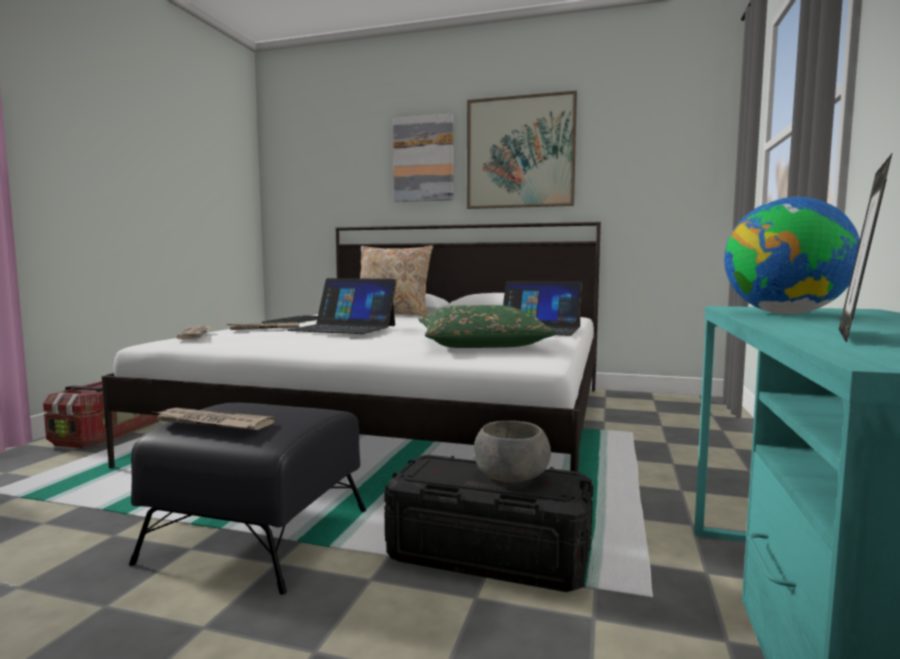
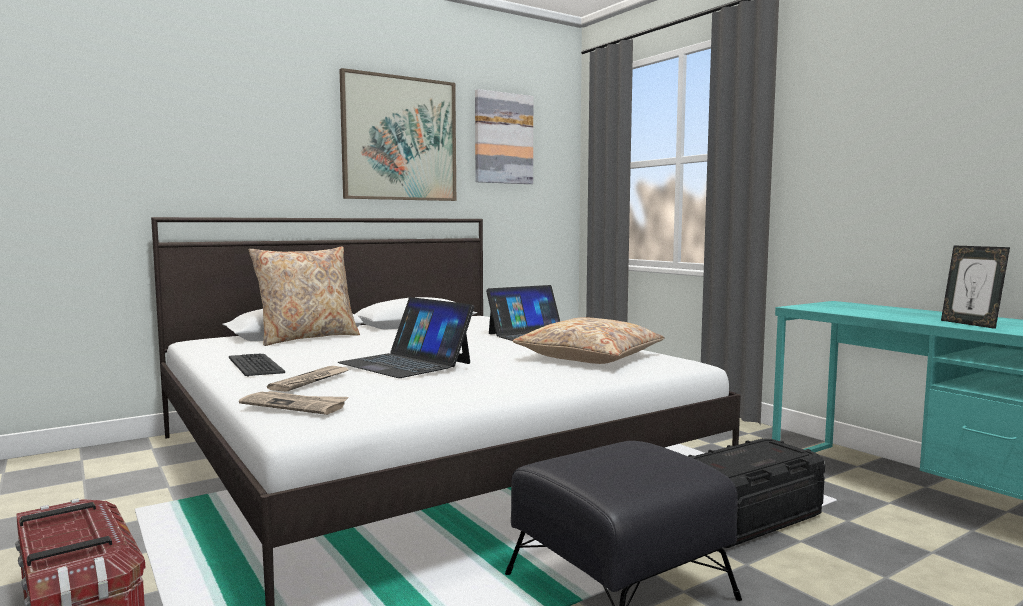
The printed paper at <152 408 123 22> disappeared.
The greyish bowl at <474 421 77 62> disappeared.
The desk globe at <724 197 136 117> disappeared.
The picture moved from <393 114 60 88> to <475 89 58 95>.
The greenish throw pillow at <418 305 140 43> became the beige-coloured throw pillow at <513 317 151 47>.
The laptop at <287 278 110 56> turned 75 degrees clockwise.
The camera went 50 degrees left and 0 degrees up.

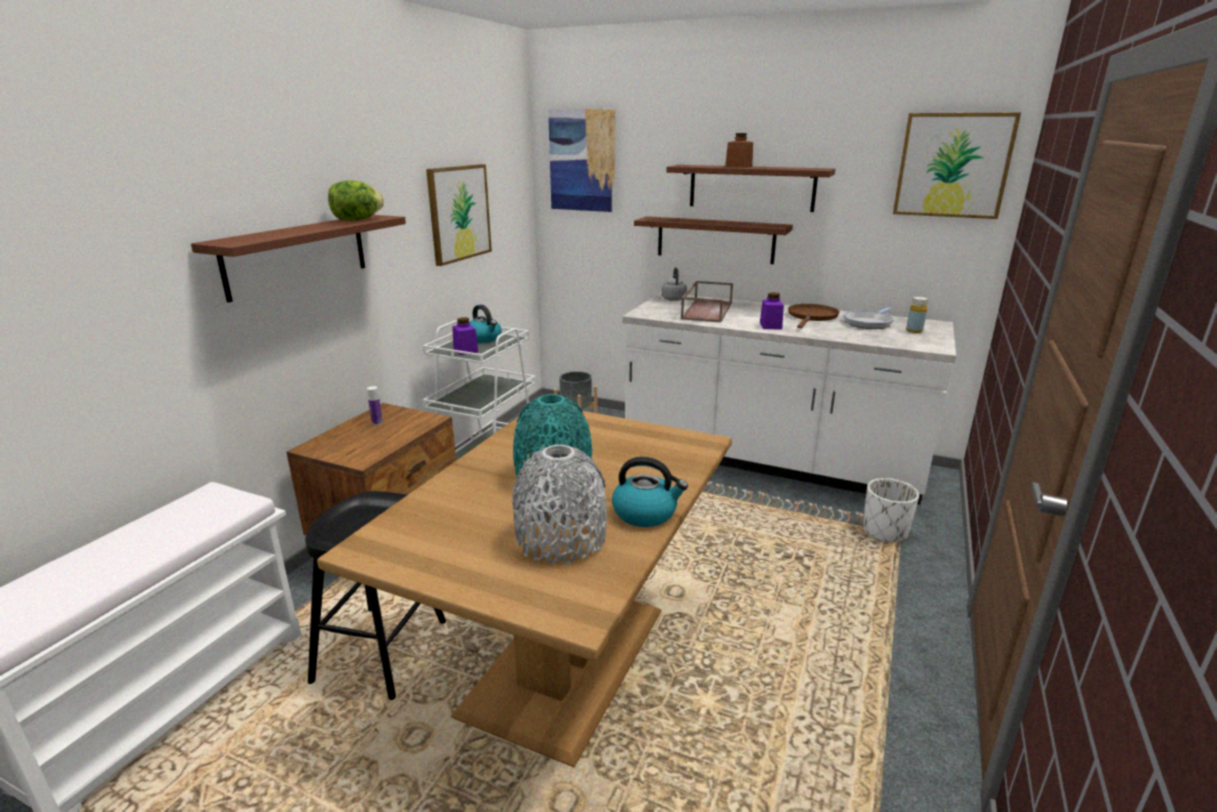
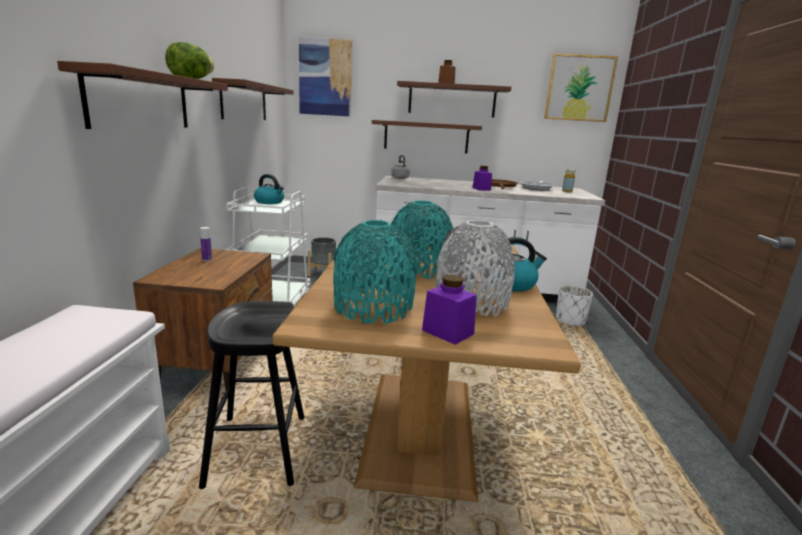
The brown-coloured serving tray at <681 281 52 42> disappeared.
The turquoise-coloured decorative vase at <333 220 84 104> appeared.
The purple-coloured storage jar moved from <452 317 26 38> to <422 274 55 71>.
The picture at <426 164 66 102> was replaced by the brown-coloured shelf at <212 78 82 42>.
The camera went 20 degrees left and 5 degrees down.

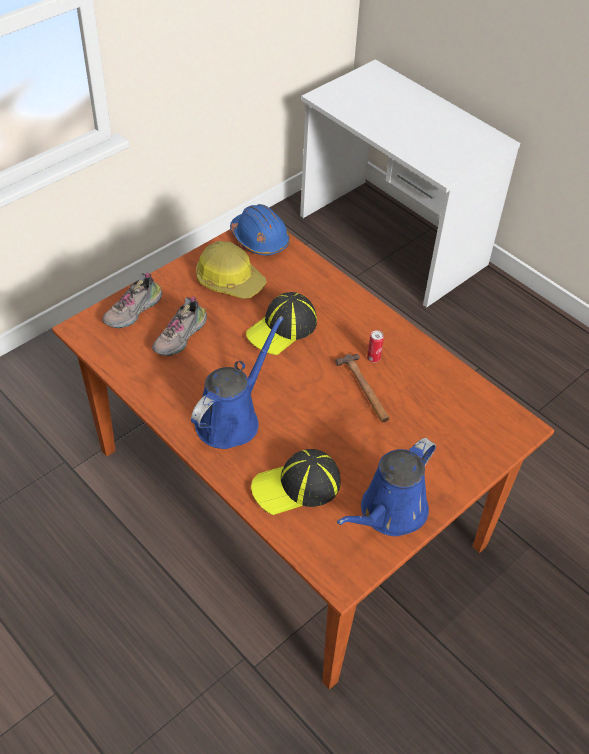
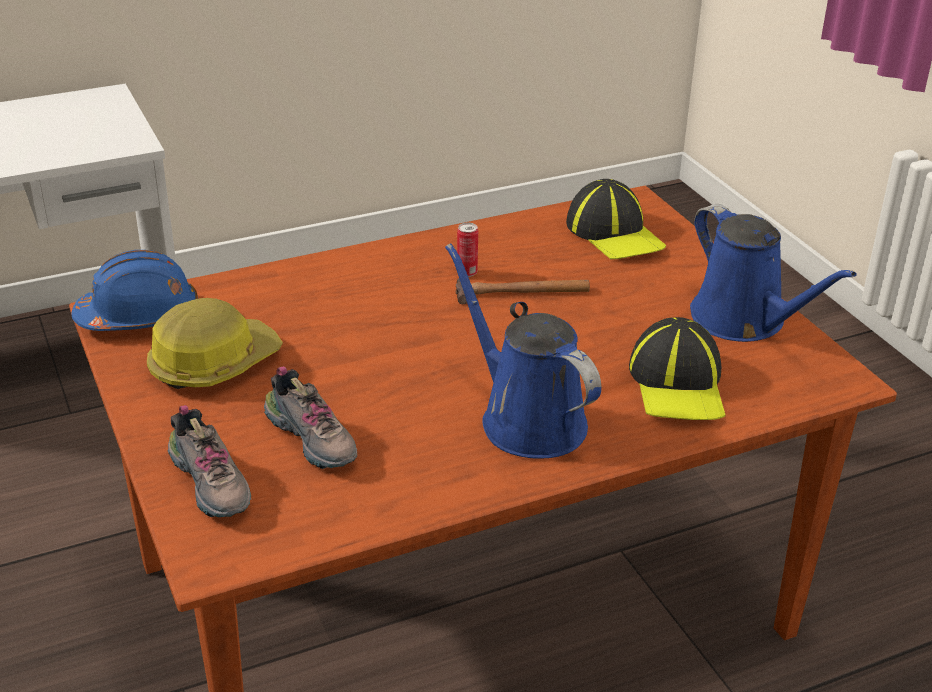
The peaked cap moved from <246 292 71 63> to <566 179 100 80>.
The camera went 70 degrees left and 15 degrees down.

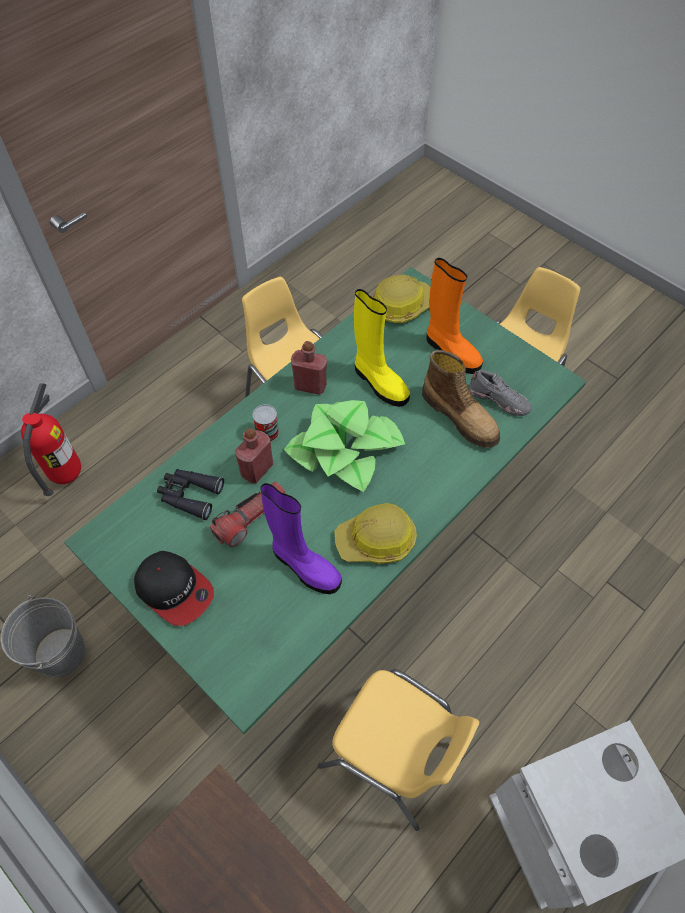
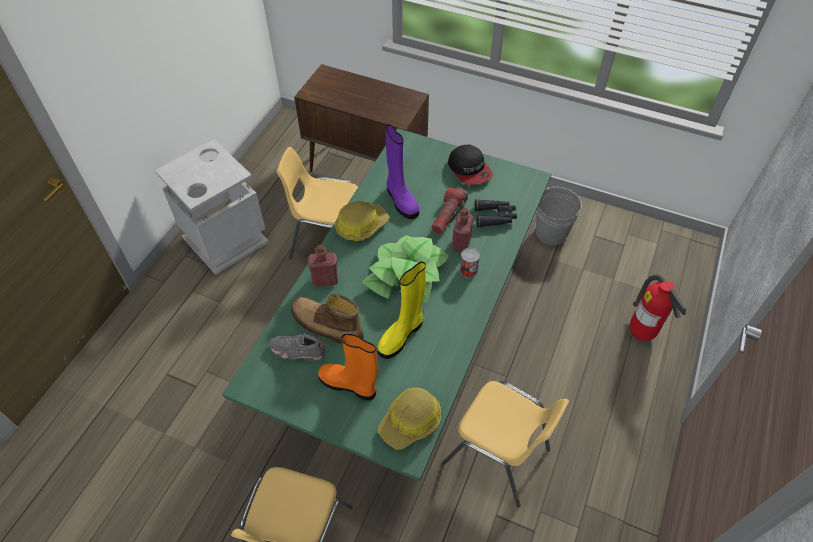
The red-coloured bottle moved from <291 341 36 54> to <307 245 31 42>.
The peaked cap at <134 551 80 75> turned 135 degrees counterclockwise.
The purple-coloured high-top boot at <260 483 82 111> turned 135 degrees counterclockwise.
The yellowish high-top boot at <354 289 56 118> turned 75 degrees counterclockwise.
The camera went 160 degrees right and 5 degrees down.

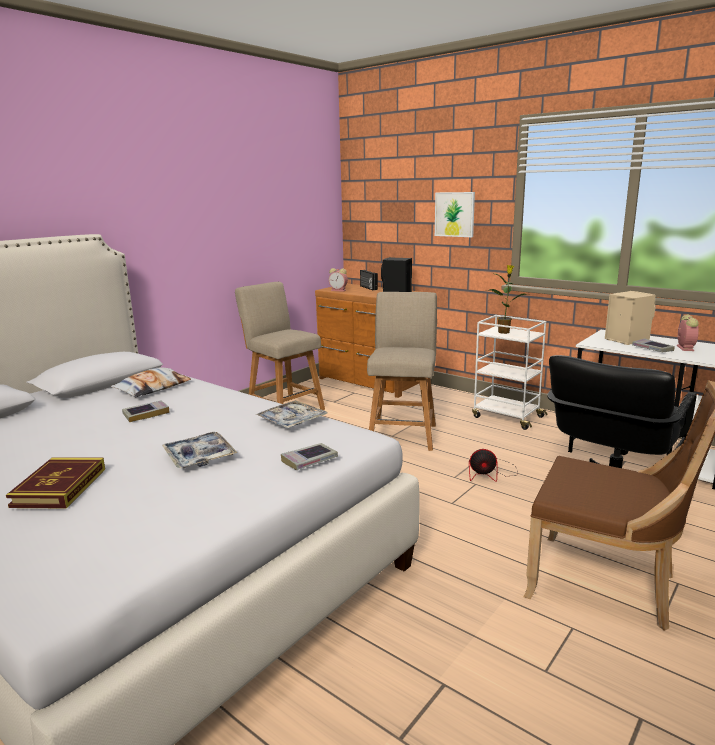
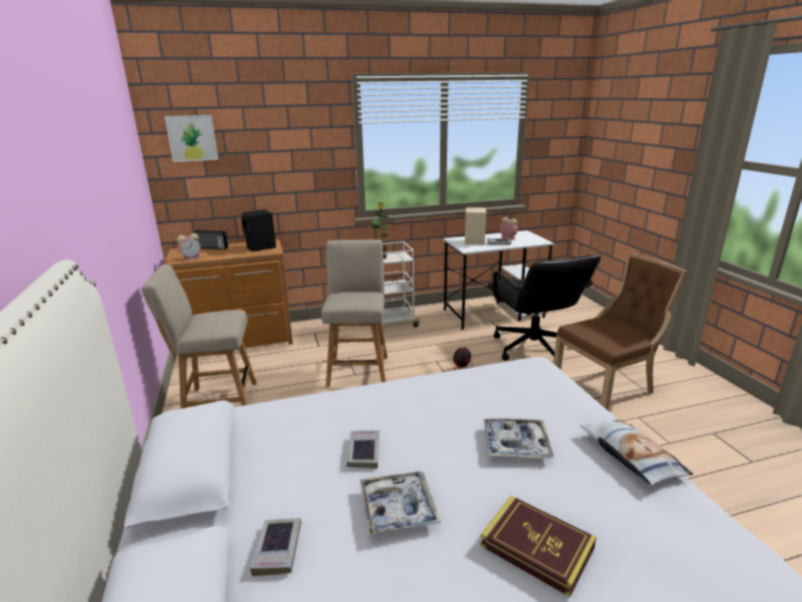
The throw pillow moved from <110 367 81 31> to <580 420 113 66>.
The serving tray moved from <256 400 71 28> to <360 471 81 64>.
The bound book moved from <281 443 57 27> to <250 518 52 58>.
The picture moved from <435 192 40 45> to <164 115 54 47>.
The beige-coloured chair at <367 292 70 159> turned 45 degrees clockwise.
The camera went 55 degrees left and 5 degrees up.

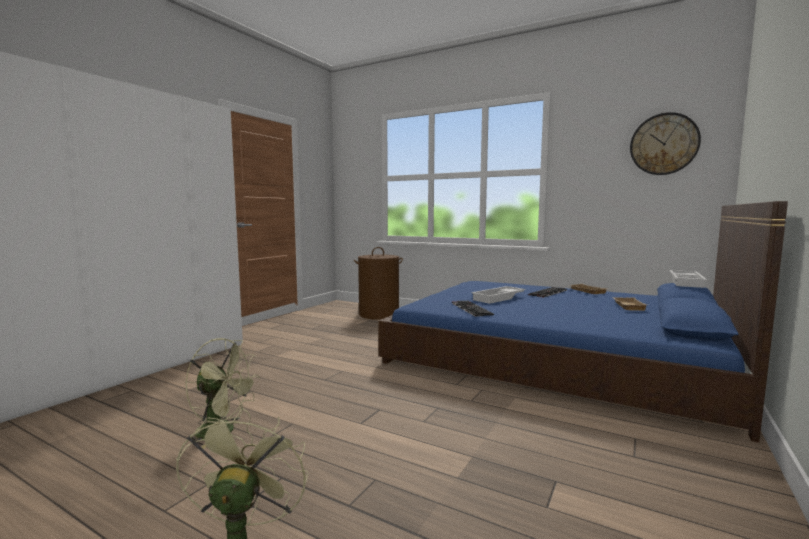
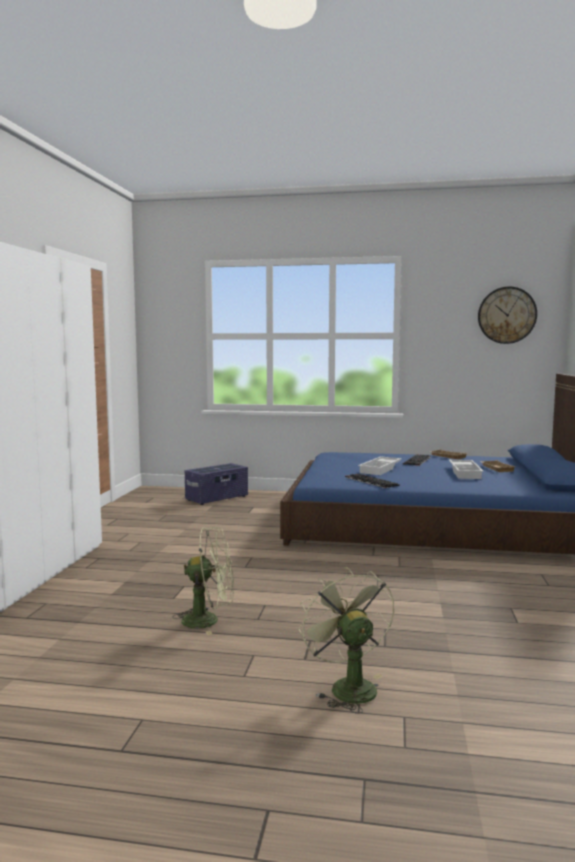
The white-coloured serving tray moved from <670 270 37 18> to <449 460 35 19>.
The brown-coloured laundry basket at <354 247 49 73> was replaced by the purple-coloured storage box at <185 463 63 42>.
The camera went 20 degrees left and 0 degrees up.

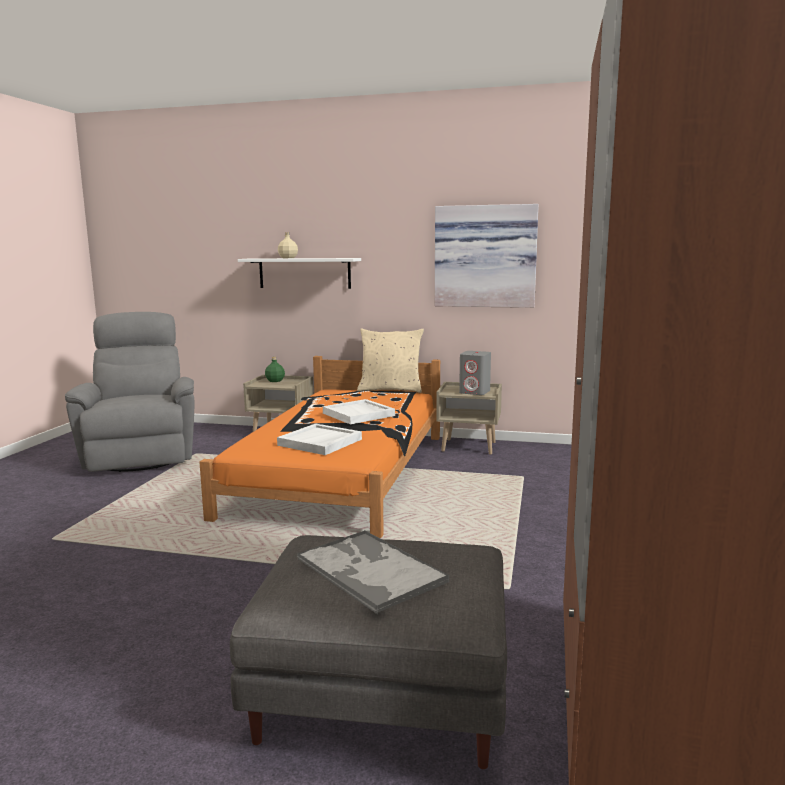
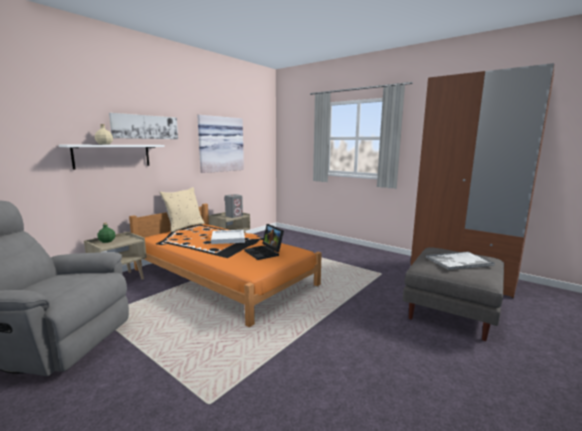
The picture at <109 113 69 26> appeared.
The white-coloured serving tray at <277 423 85 32> was replaced by the laptop at <244 224 40 36>.
The camera went 65 degrees left and 0 degrees up.

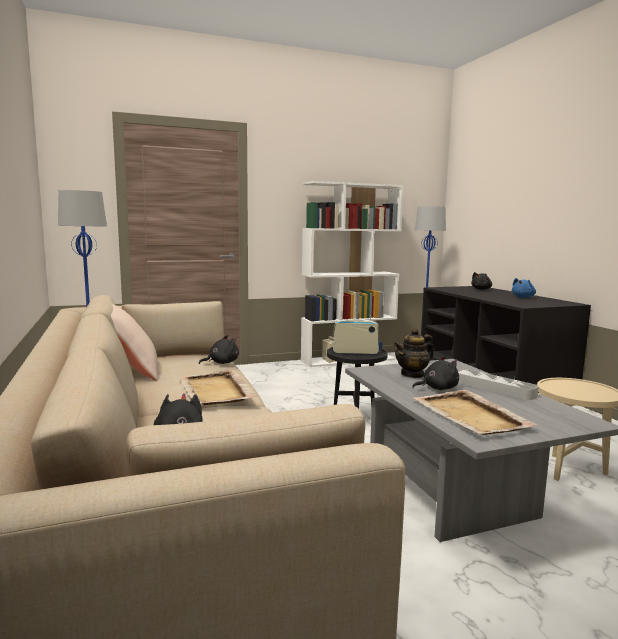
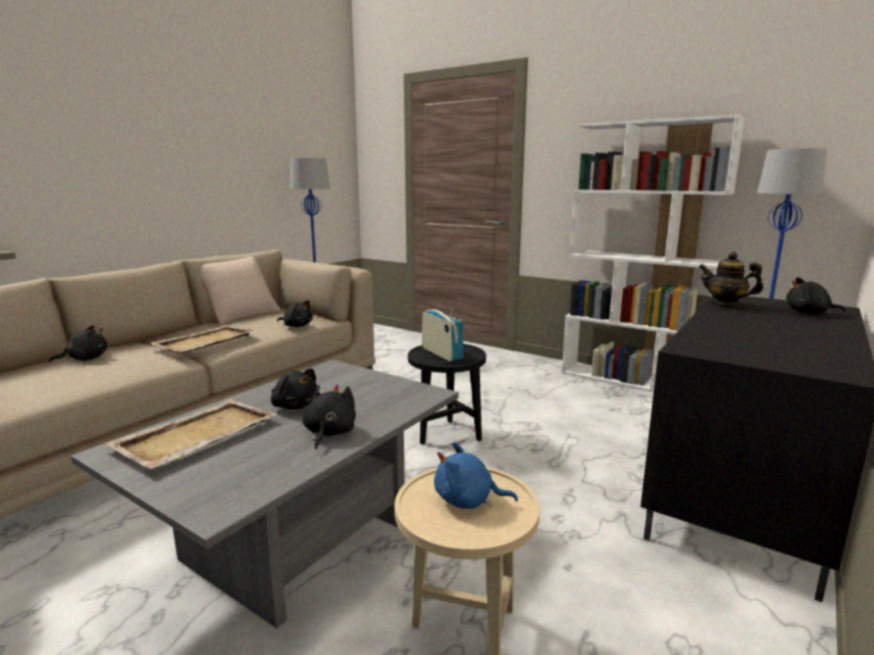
The teapot moved from <394 328 39 50> to <699 252 64 57>.
The blue-coloured cuddly toy moved from <512 278 24 20> to <434 442 84 67>.
The greyish serving tray at <458 370 81 30> was replaced by the blackish cuddly toy at <303 384 53 65>.
The camera went 55 degrees right and 5 degrees up.

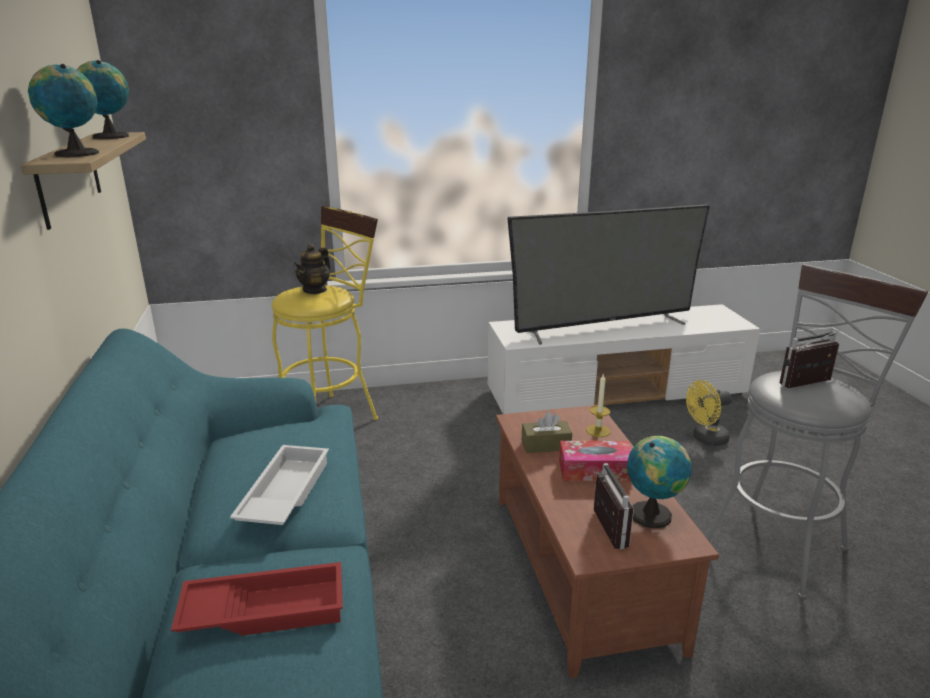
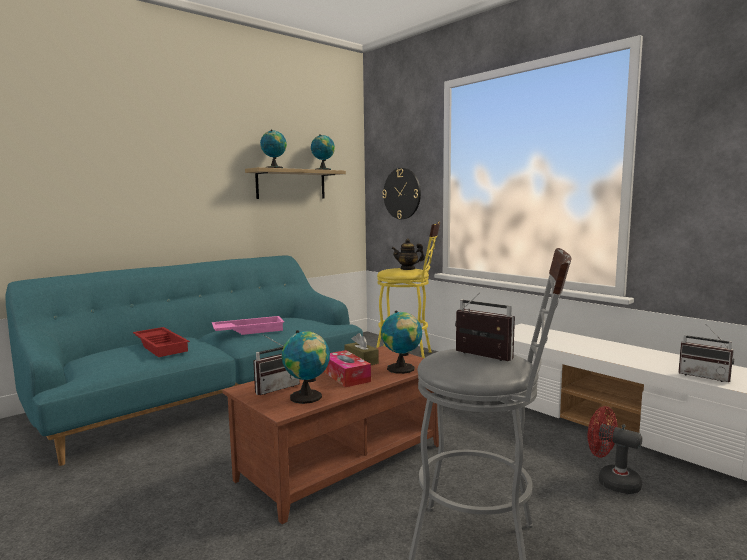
The TV set at <507 204 203 141> disappeared.
The clock on the wall at <382 168 39 51> appeared.
The radio receiver at <678 324 56 58> appeared.
The wax candle at <586 373 24 64> was replaced by the desk globe at <381 310 41 64>.
The white-coloured serving tray at <230 445 99 80> became the pink serving tray at <212 316 72 19>.
The yellowish electric fan at <686 380 46 66> became the red-coloured electric fan at <588 406 54 88>.
The camera went 60 degrees right and 15 degrees down.

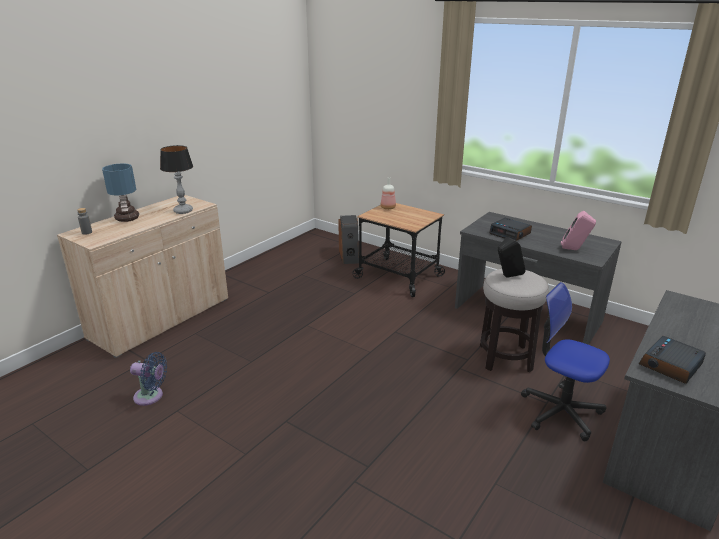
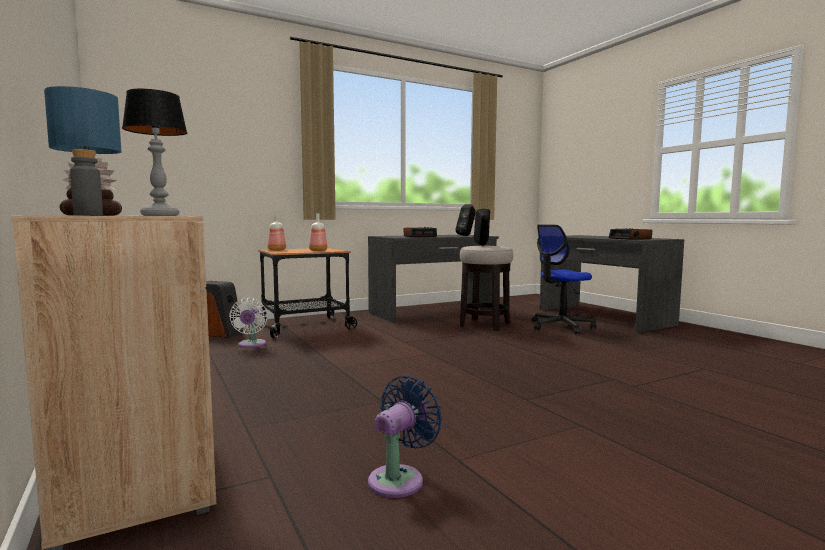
The white-coloured electric fan at <229 298 39 50> appeared.
The bottle at <309 214 18 37> appeared.
The pink loudspeaker at <561 211 35 39> became the blackish loudspeaker at <456 204 20 32>.
The camera went 65 degrees left and 20 degrees down.

